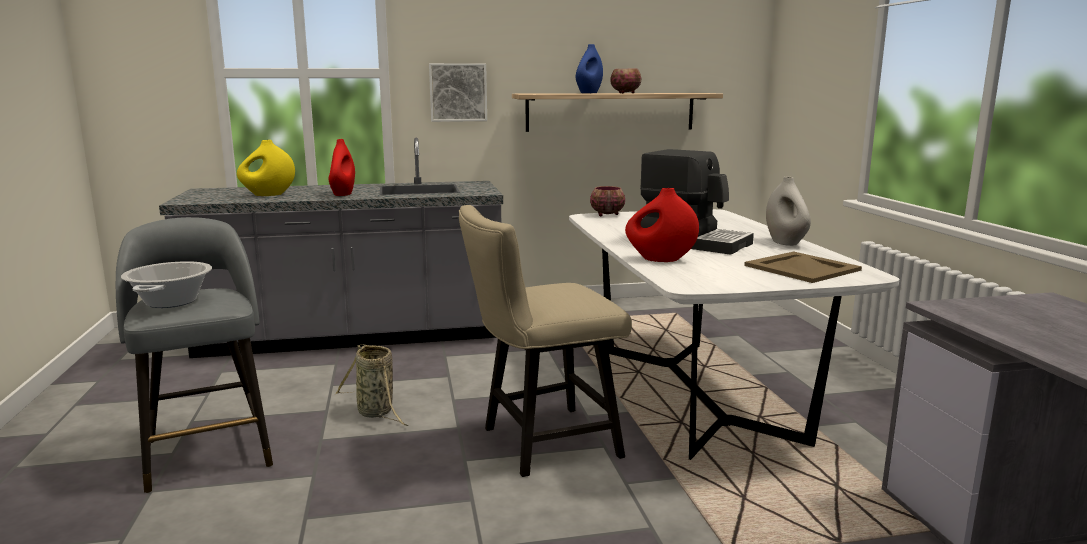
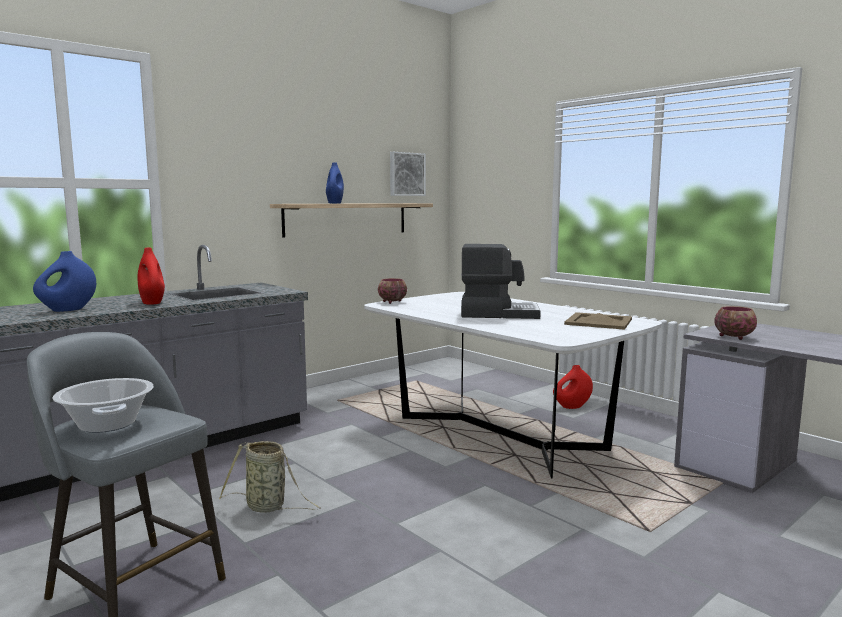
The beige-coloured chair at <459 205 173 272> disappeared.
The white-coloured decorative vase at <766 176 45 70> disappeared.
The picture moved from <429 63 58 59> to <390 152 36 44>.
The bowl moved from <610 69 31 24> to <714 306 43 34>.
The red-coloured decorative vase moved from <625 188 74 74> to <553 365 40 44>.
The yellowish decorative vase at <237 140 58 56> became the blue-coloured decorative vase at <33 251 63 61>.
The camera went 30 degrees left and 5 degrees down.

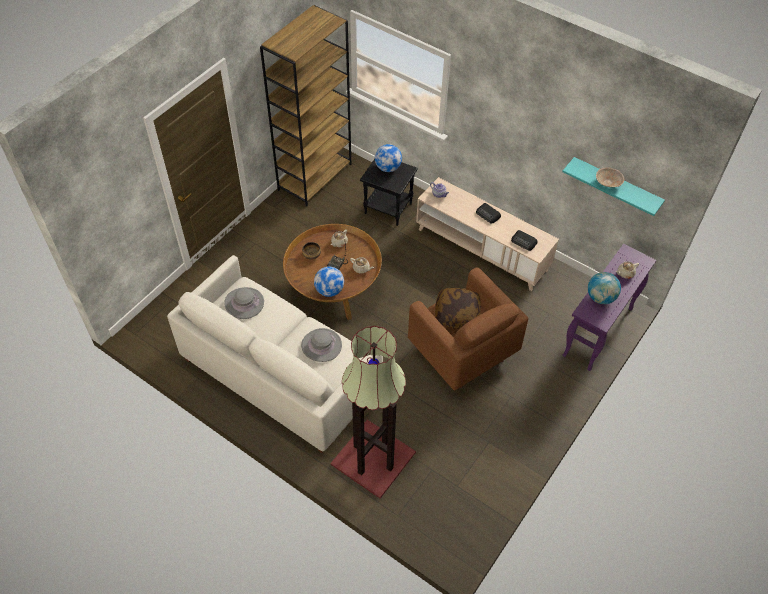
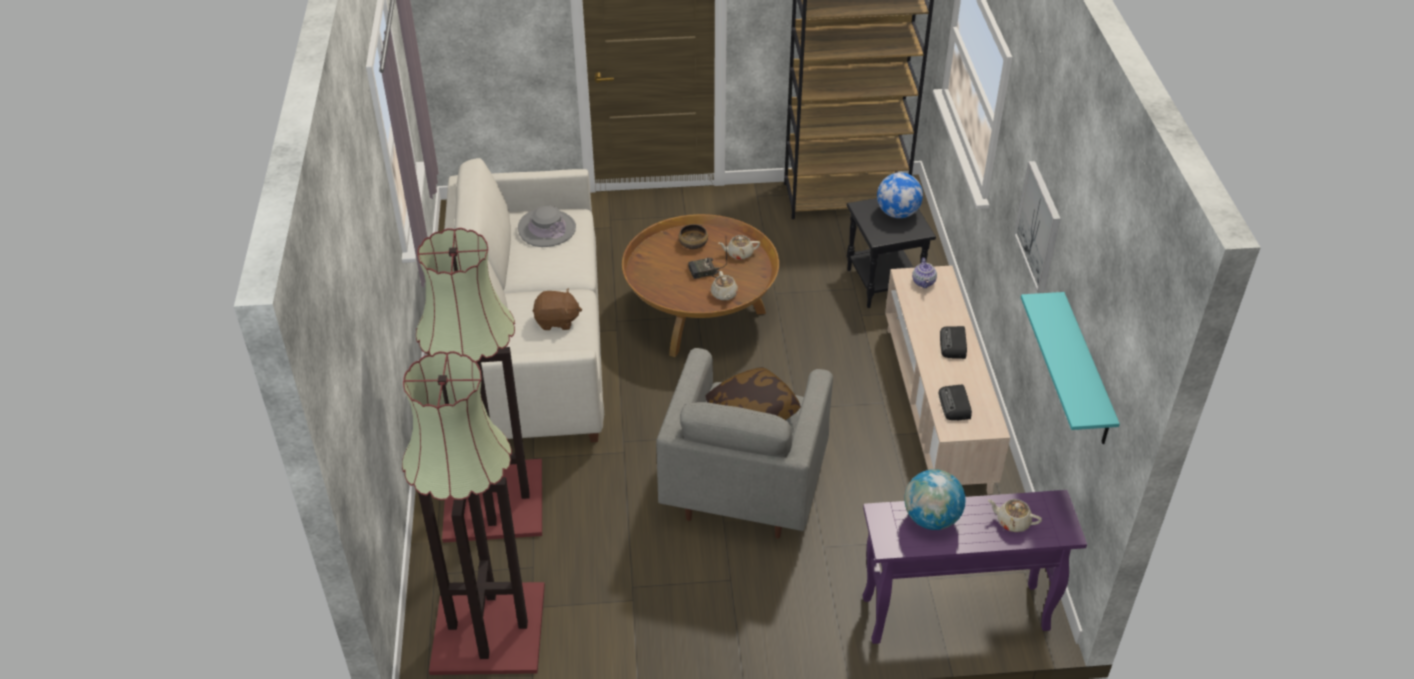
The desk globe at <314 266 30 31> disappeared.
The beige-coloured bowl at <596 167 28 20> disappeared.
The standard lamp at <402 351 143 324> appeared.
The picture at <1014 161 47 132> appeared.
The greyish wearable hat at <301 328 41 34> was replaced by the brown-coloured cuddly toy at <533 288 49 42>.
The brown-coloured armchair at <408 267 120 123> became the greyish armchair at <656 348 177 190>.
The camera went 50 degrees right and 10 degrees down.

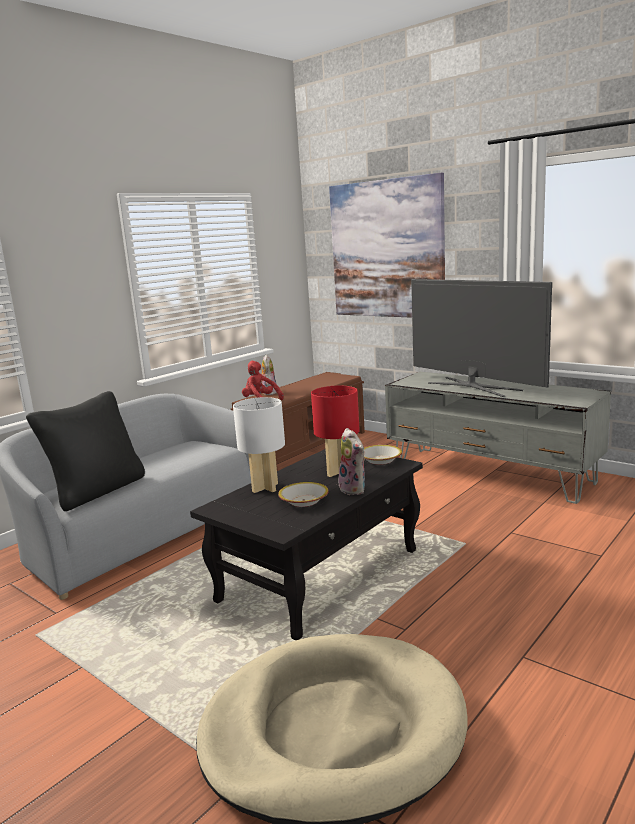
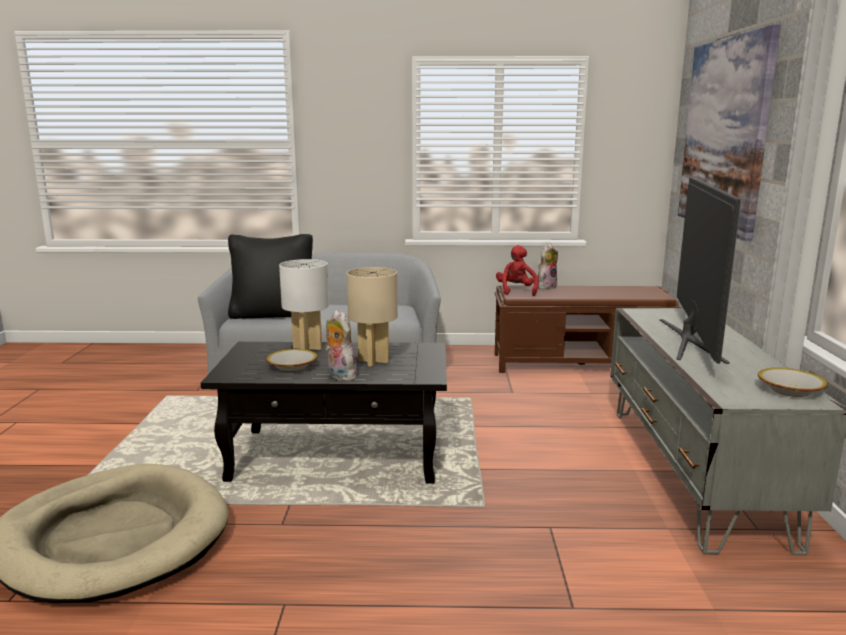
The bowl moved from <364 445 38 20> to <758 368 69 29>.
The red-coloured table lamp at <311 386 49 91> became the beige-coloured table lamp at <347 267 51 100>.
The cuddly toy at <338 428 27 67> turned 120 degrees clockwise.
The camera went 50 degrees right and 0 degrees up.

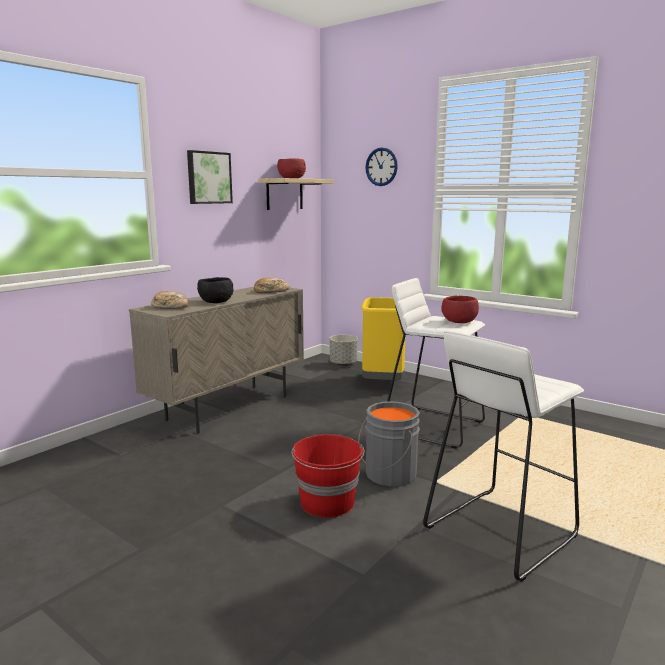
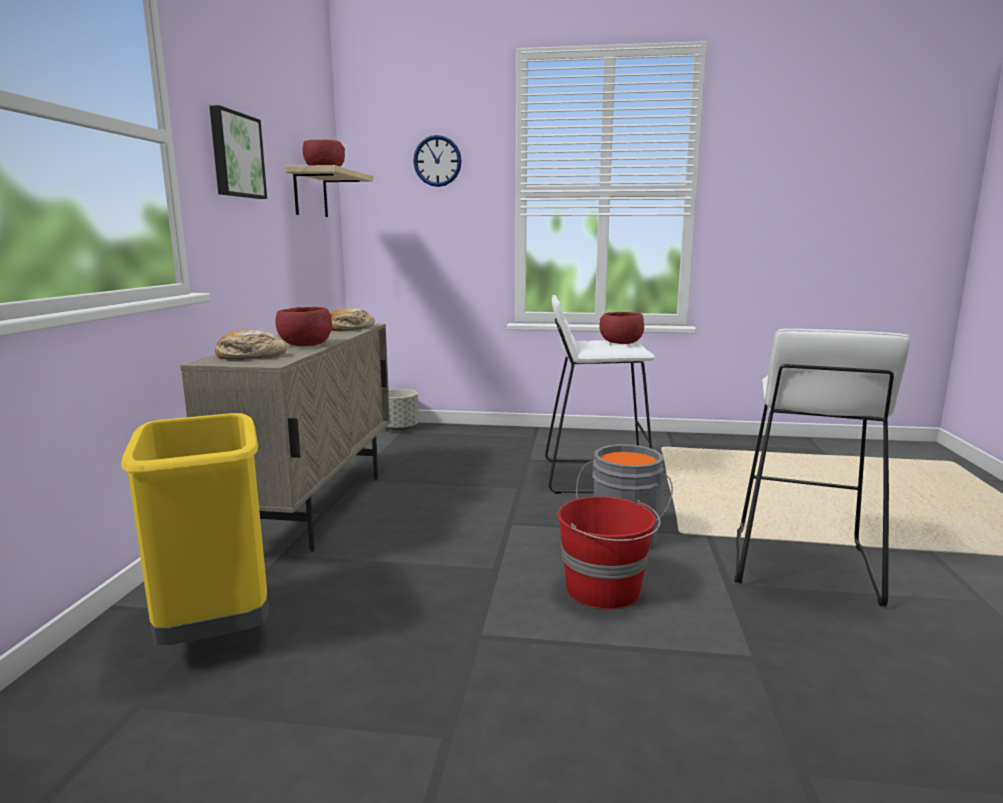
The yellowish waste bin moved from <361 297 44 83> to <121 413 148 232>.
The blackish bowl at <197 277 36 26> became the red-coloured bowl at <275 307 57 39>.
The camera went 30 degrees left and 0 degrees up.

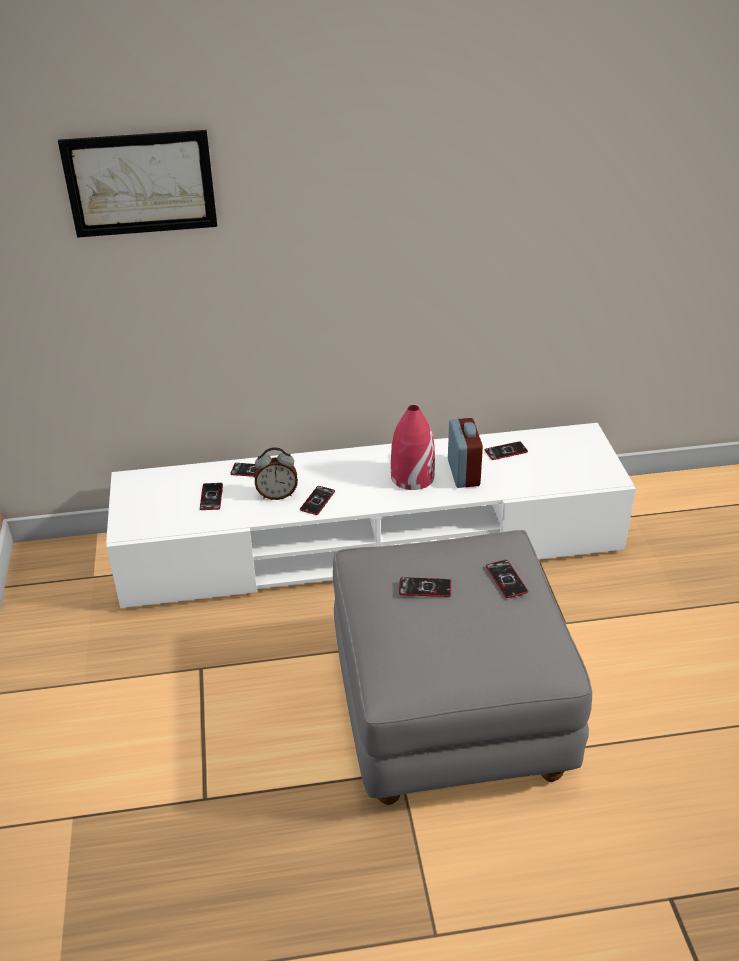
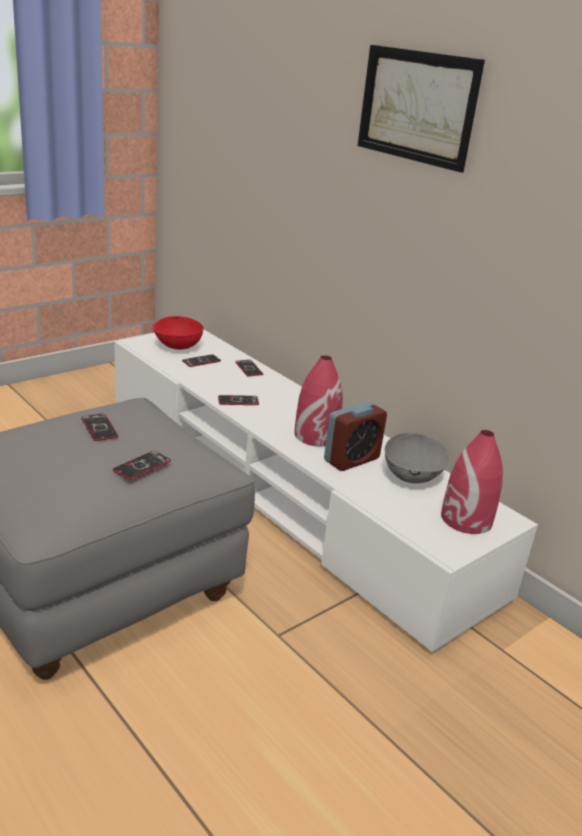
The table clock at <254 447 44 53> disappeared.
The red-coloured bowl at <153 316 51 34> appeared.
The red-coloured decorative vase at <441 430 62 104> appeared.
The picture moved from <58 130 159 108> to <358 45 127 128>.
The handset at <485 441 43 19> was replaced by the greyish bowl at <385 433 66 50>.
The camera went 55 degrees right and 10 degrees down.

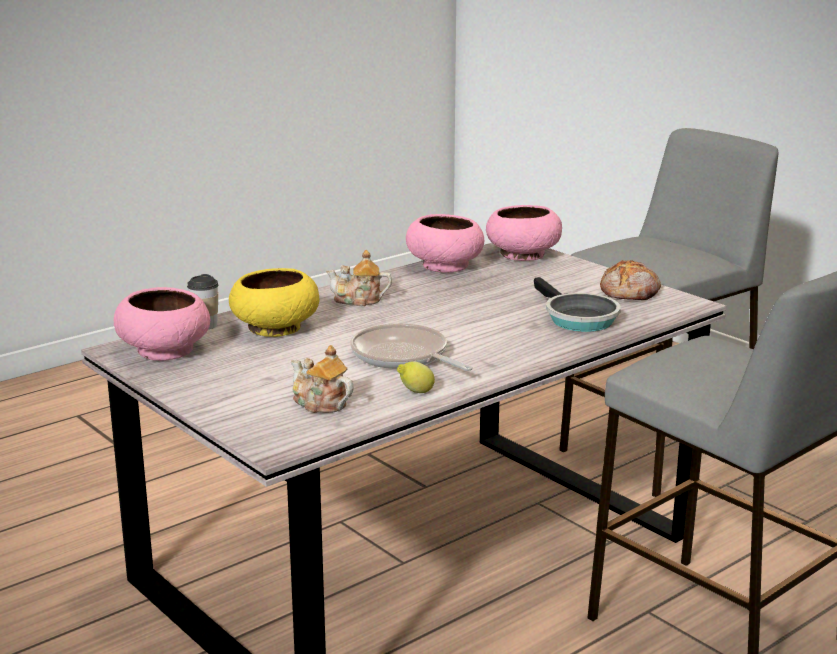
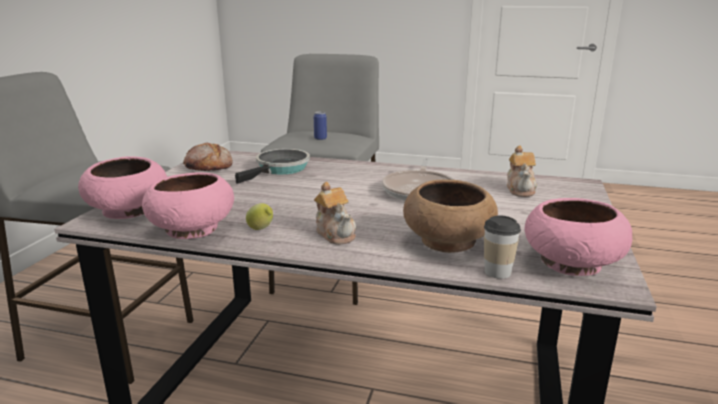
The sealed can at <314 111 13 29> appeared.
The lemon moved from <397 361 38 32> to <246 203 27 27>.
The yellowish bowl at <229 268 90 69> became the brown-coloured bowl at <403 180 95 73>.
The camera went 125 degrees left and 0 degrees up.

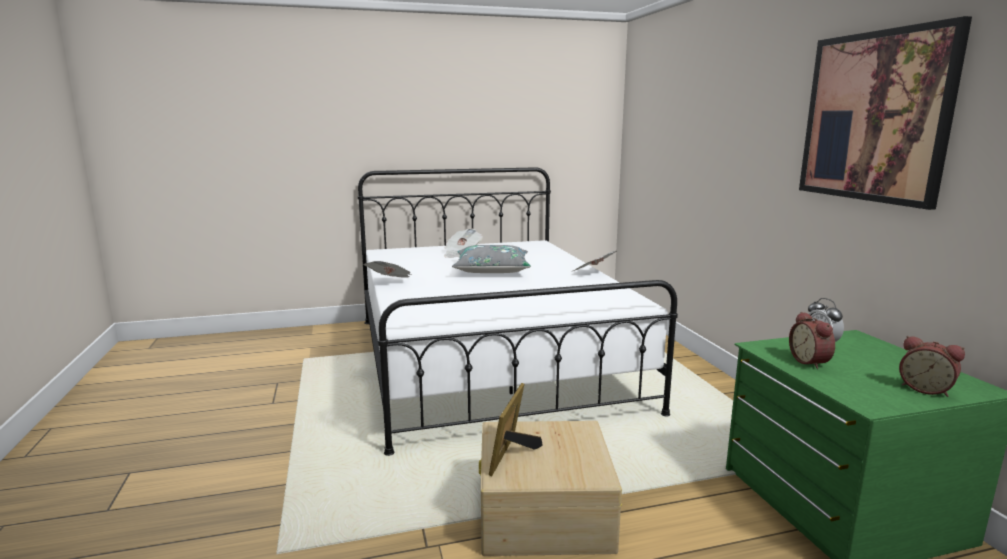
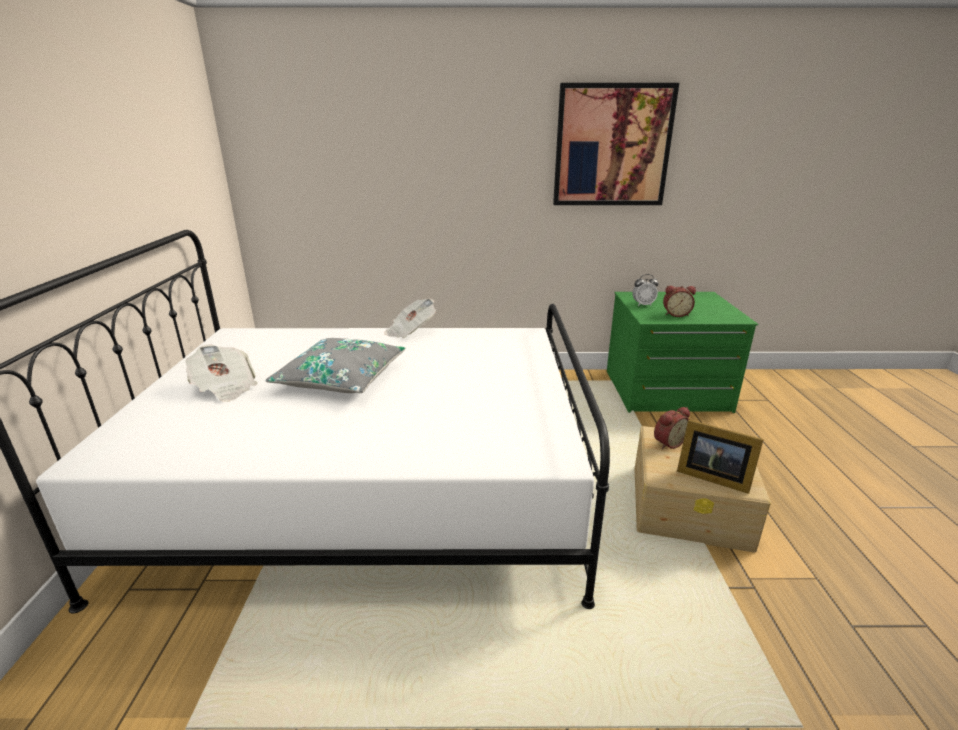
The printed paper at <363 261 48 17> disappeared.
The table clock moved from <899 336 66 61> to <654 407 36 42>.
The camera went 75 degrees left and 10 degrees up.

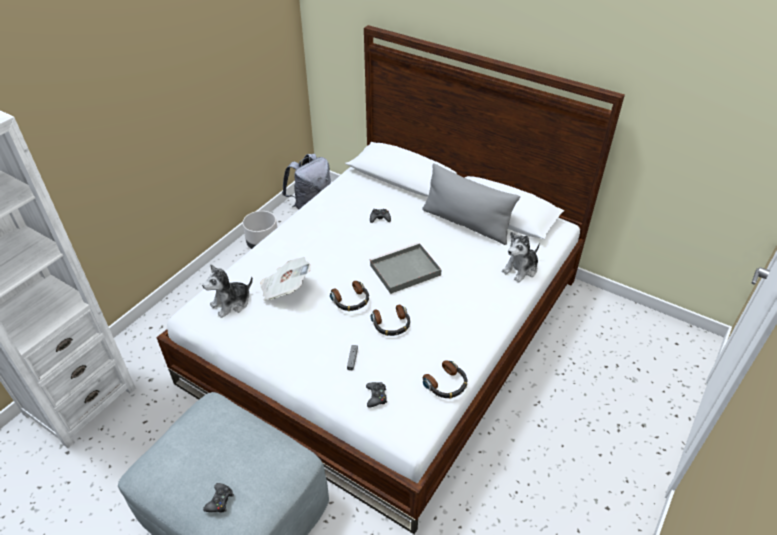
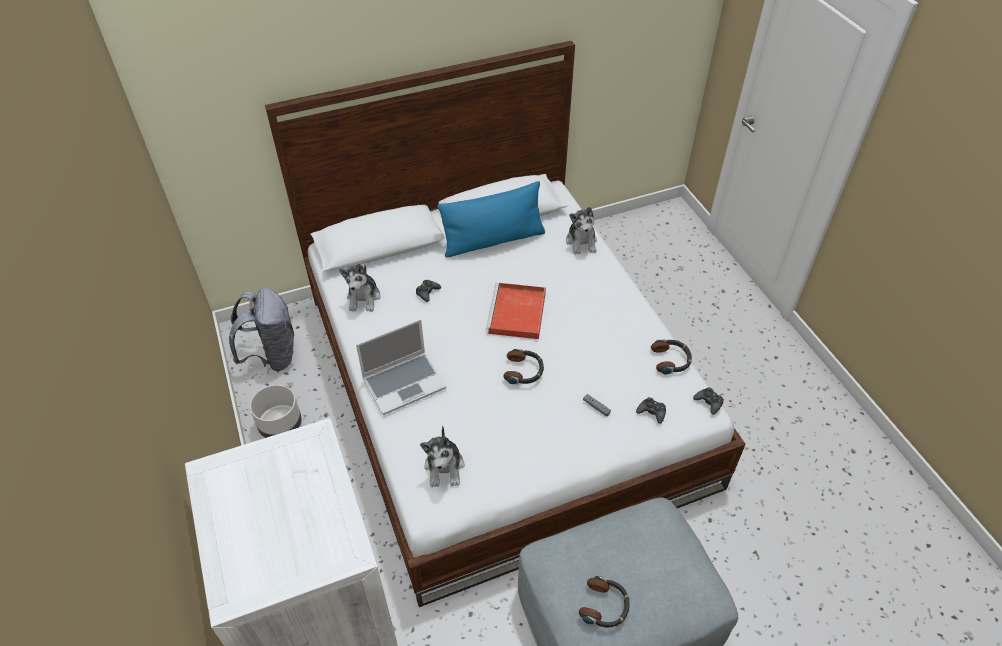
The printed paper at <260 257 51 44> disappeared.
The cuddly toy at <339 264 41 48> appeared.
The laptop at <356 319 90 96> appeared.
The blackish gamepad moved from <203 483 31 29> to <693 387 31 28>.
The headphones moved from <371 305 39 31> to <579 576 51 52>.
The greyish serving tray at <369 242 73 52> became the red-coloured serving tray at <486 283 60 56>.
The greyish throw pillow at <422 163 98 82> became the blue-coloured throw pillow at <437 181 108 77>.
The camera went 55 degrees left and 5 degrees up.

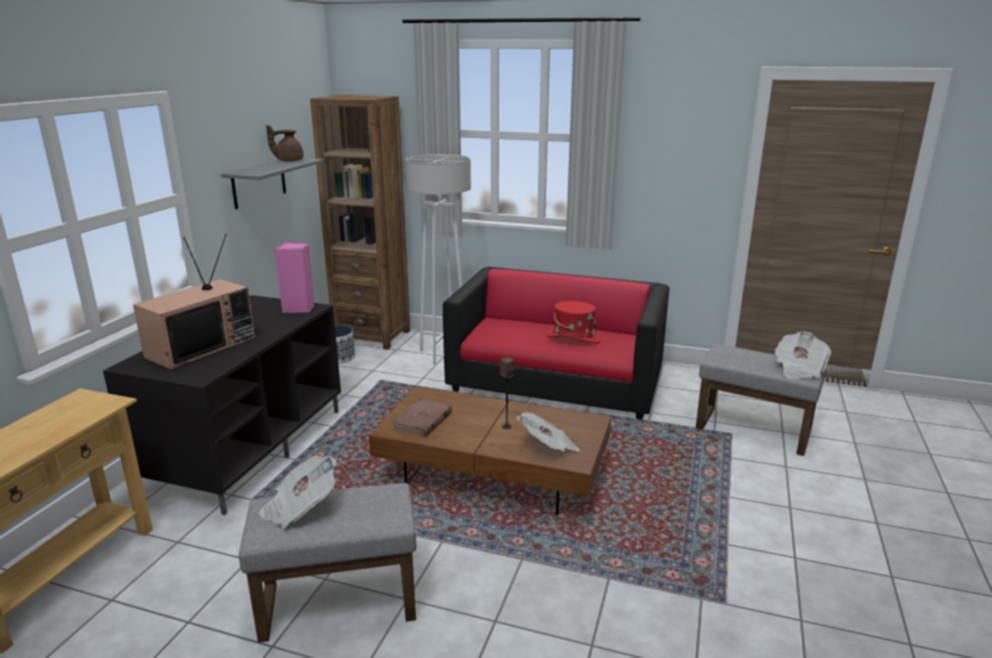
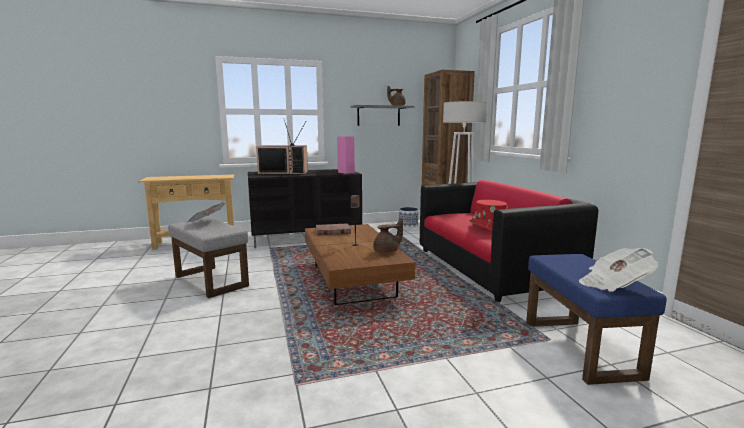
The printed paper at <516 413 64 38> disappeared.
The brown-coloured teapot at <373 218 30 36> appeared.
The greyish ottoman at <696 344 131 112> became the blue-coloured ottoman at <526 254 141 131>.
The camera went 55 degrees right and 10 degrees down.

